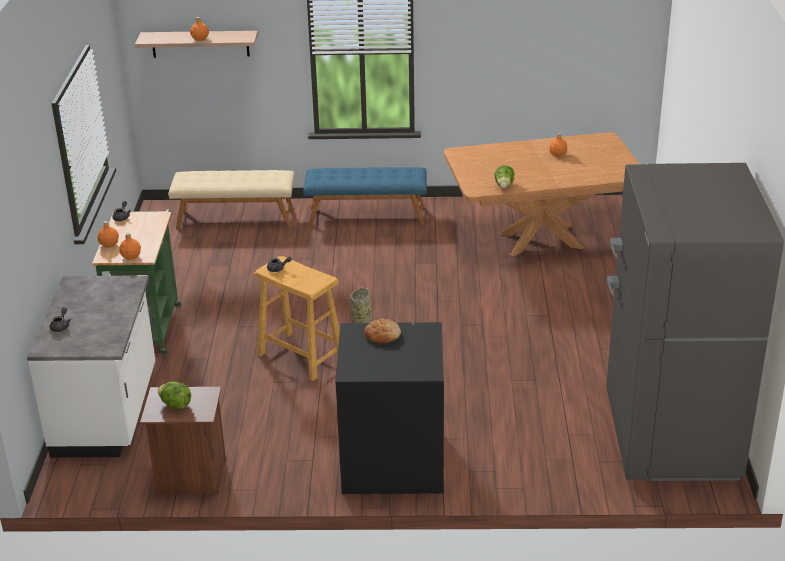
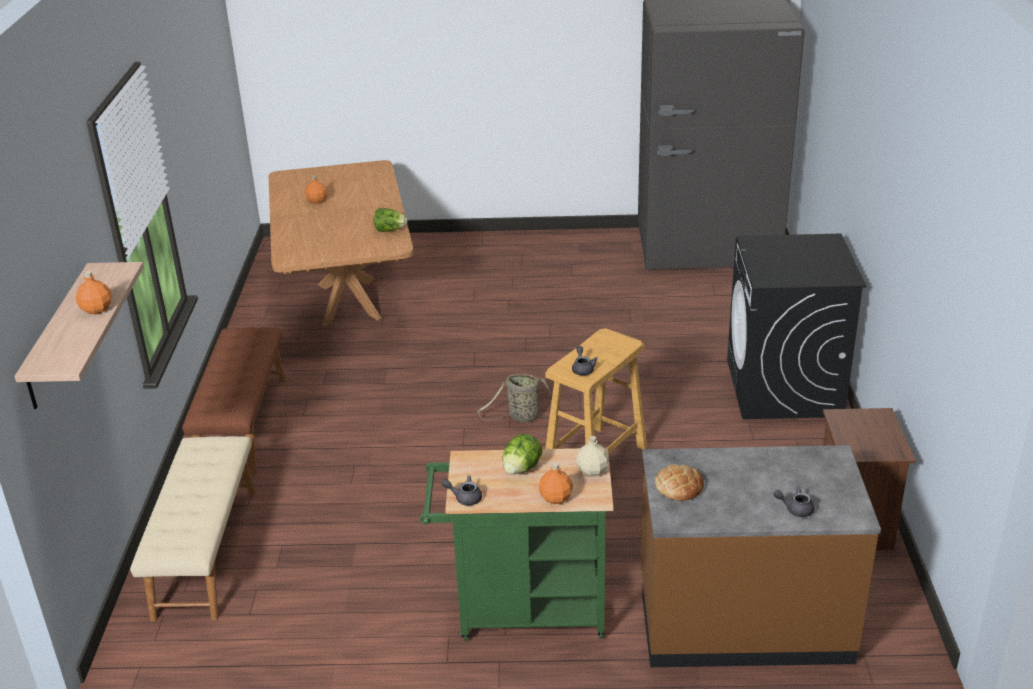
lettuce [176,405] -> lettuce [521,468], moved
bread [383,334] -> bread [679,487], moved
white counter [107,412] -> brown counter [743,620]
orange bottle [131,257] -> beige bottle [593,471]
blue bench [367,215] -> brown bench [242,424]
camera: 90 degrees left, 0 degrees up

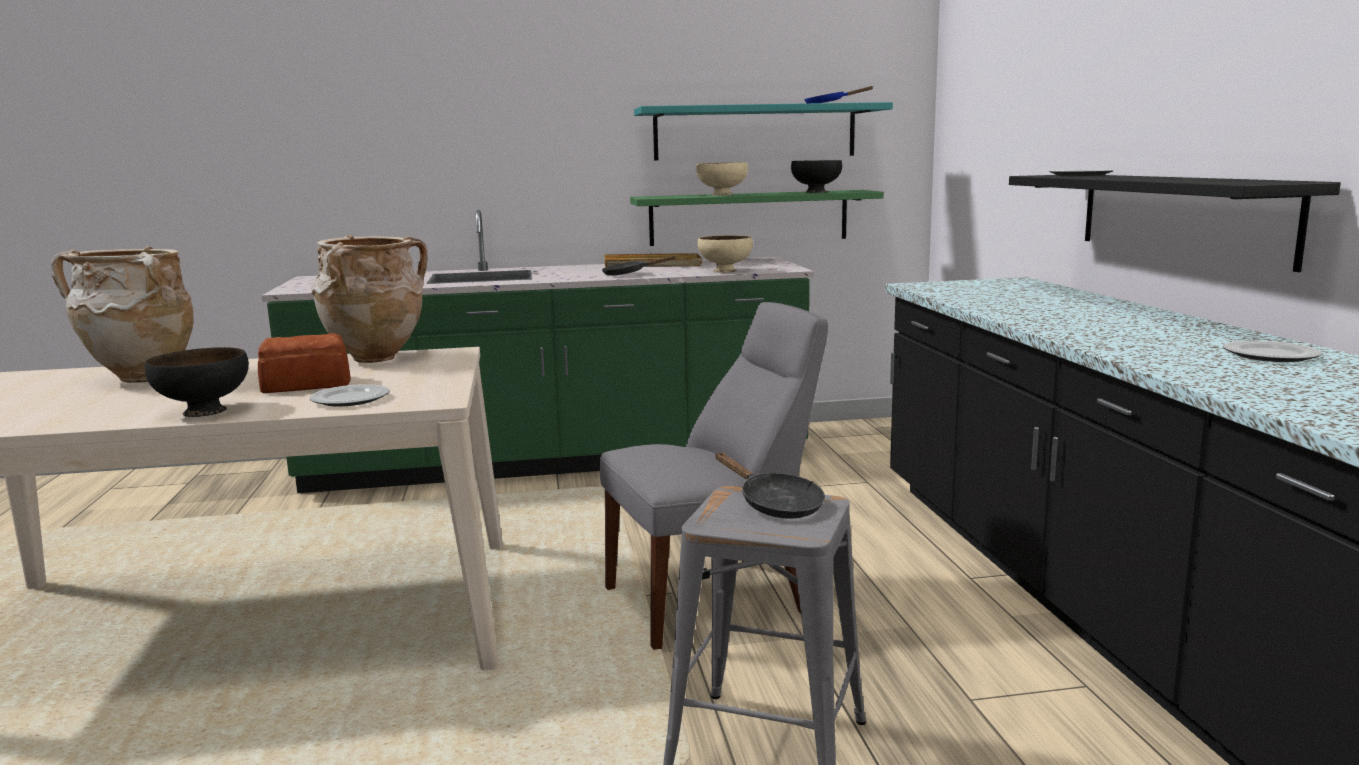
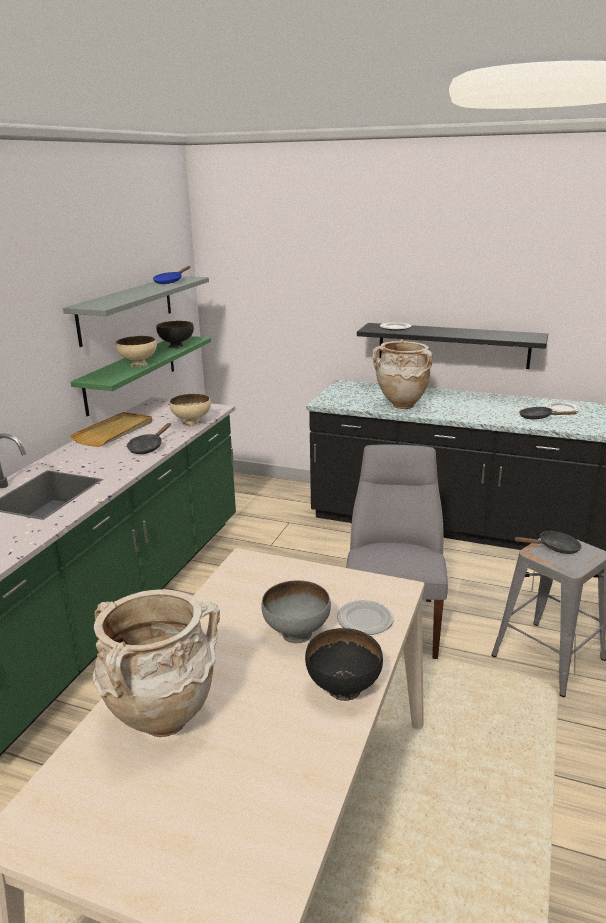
none -> black frying pan [539,418]
beige vase [375,358] -> beige vase [401,406], moved
bread [308,385] -> grey bowl [297,633]
turquoise shelf [755,132] -> grey shelf [126,309]
camera: 60 degrees left, 10 degrees up

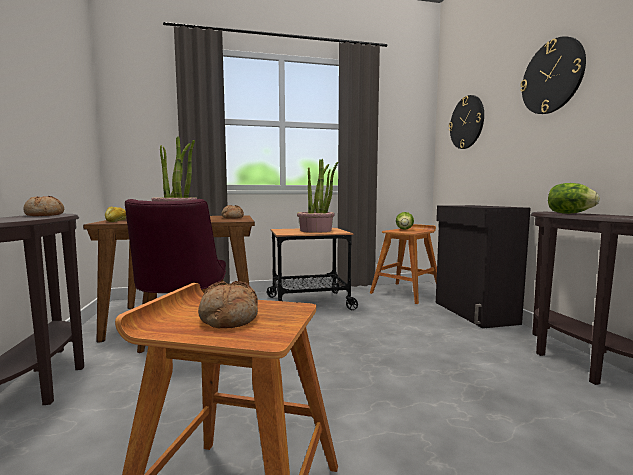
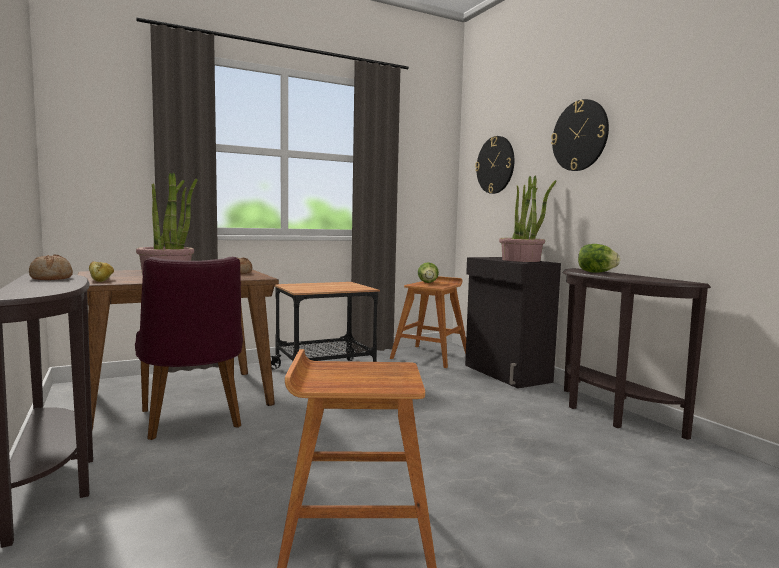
bread [227,318] -> none
potted plant [316,230] -> potted plant [521,260], moved
camera: 15 degrees left, 0 degrees up

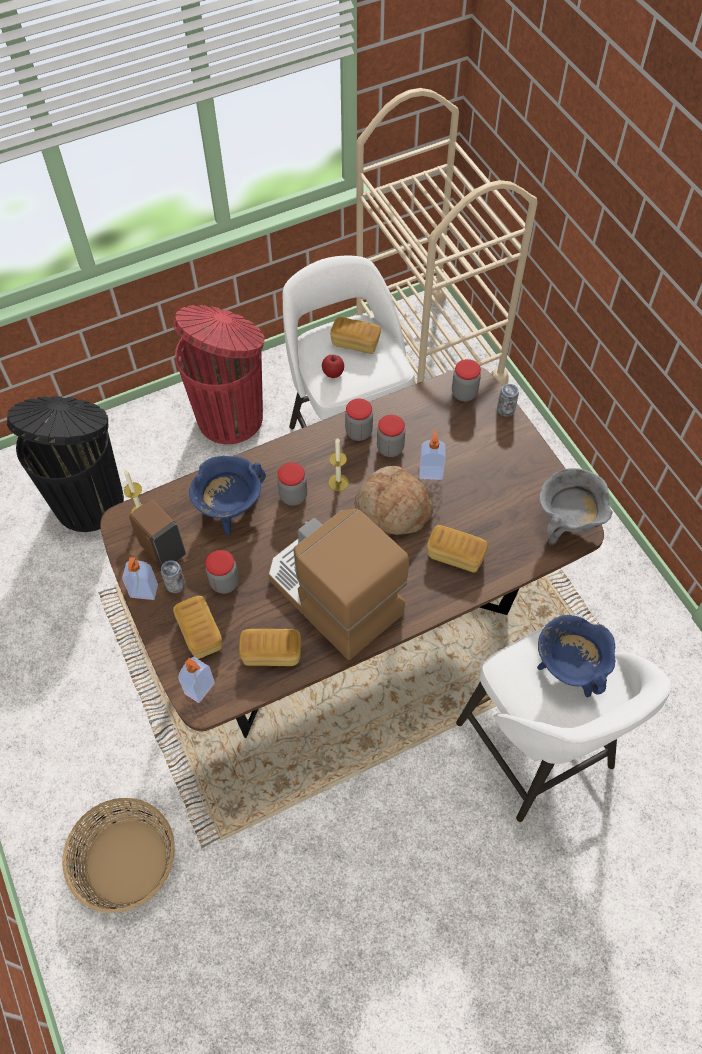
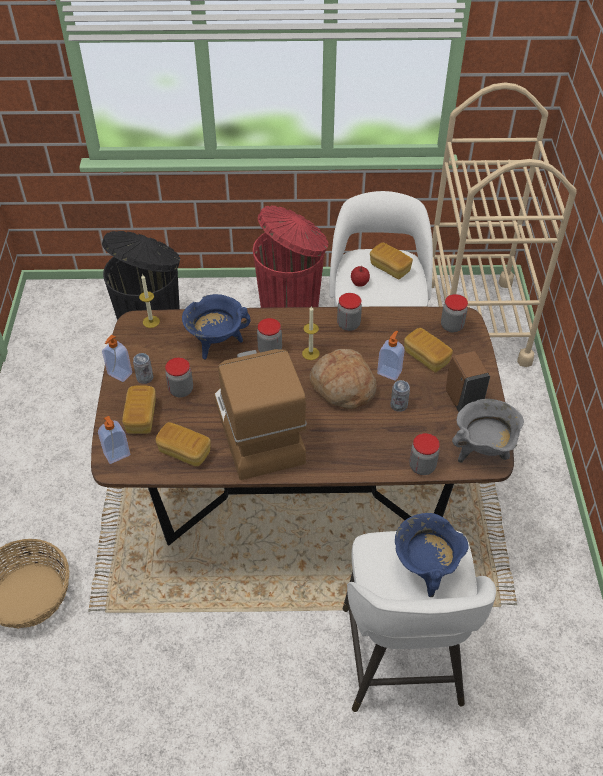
brown soap dispenser [162,549] -> brown soap dispenser [462,400], moved
jar [390,448] -> jar [422,466], moved
bread [455,555] -> bread [426,357], moved
can [505,410] -> can [398,405], moved
camera: 25 degrees right, 10 degrees down

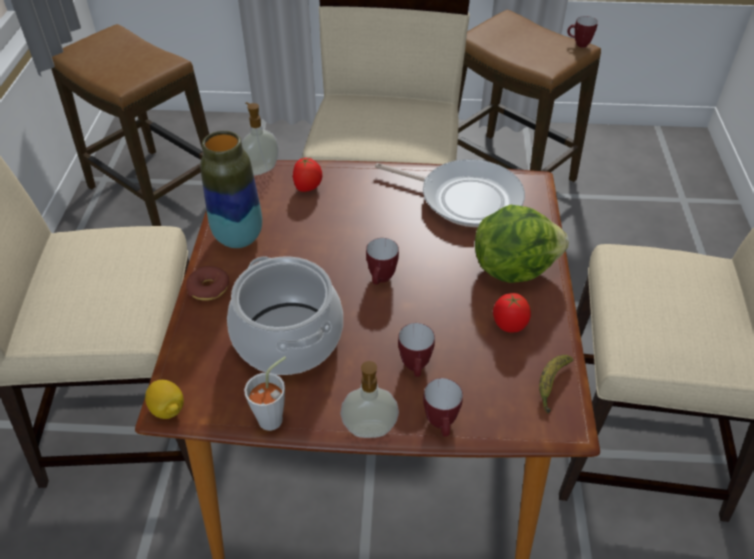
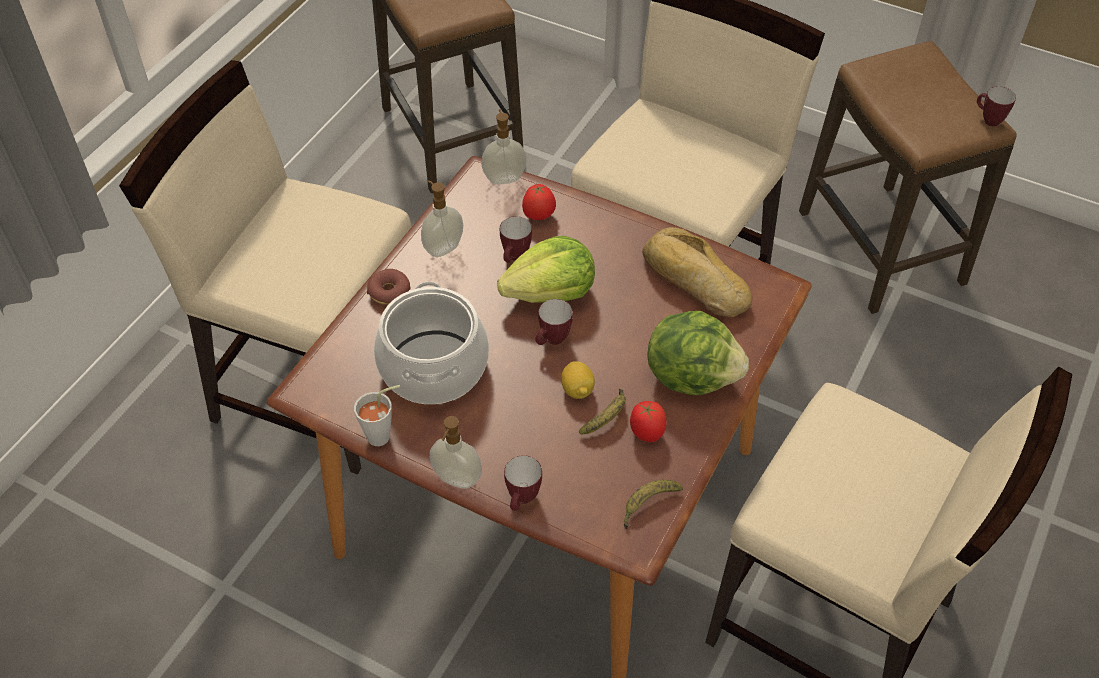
none -> lettuce [551,293]
none -> banana [607,417]
lemon [167,409] -> lemon [577,390], moved
mug [416,368] -> mug [515,258], moved
vase [238,237] -> soap dispenser [443,248]
frying pan [465,198] -> bread [693,282]
camera: 25 degrees right, 5 degrees up

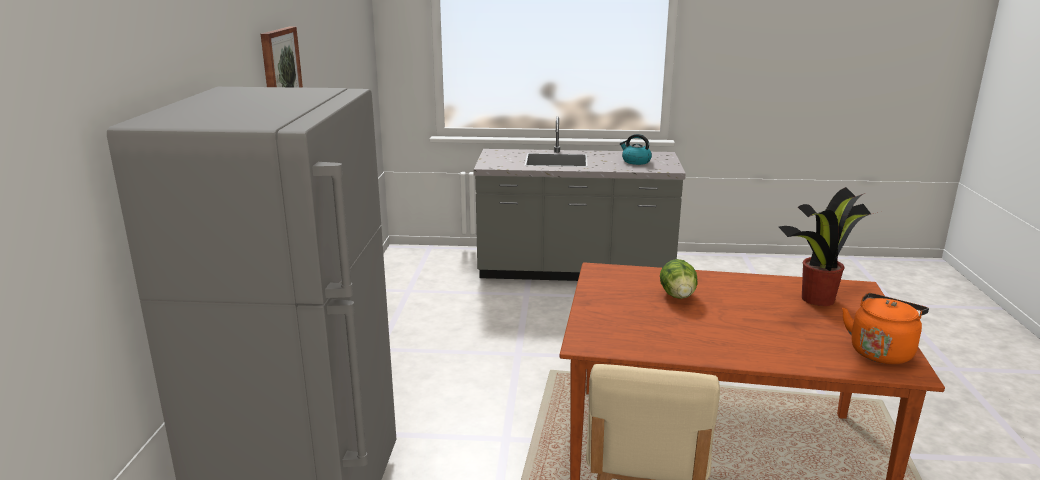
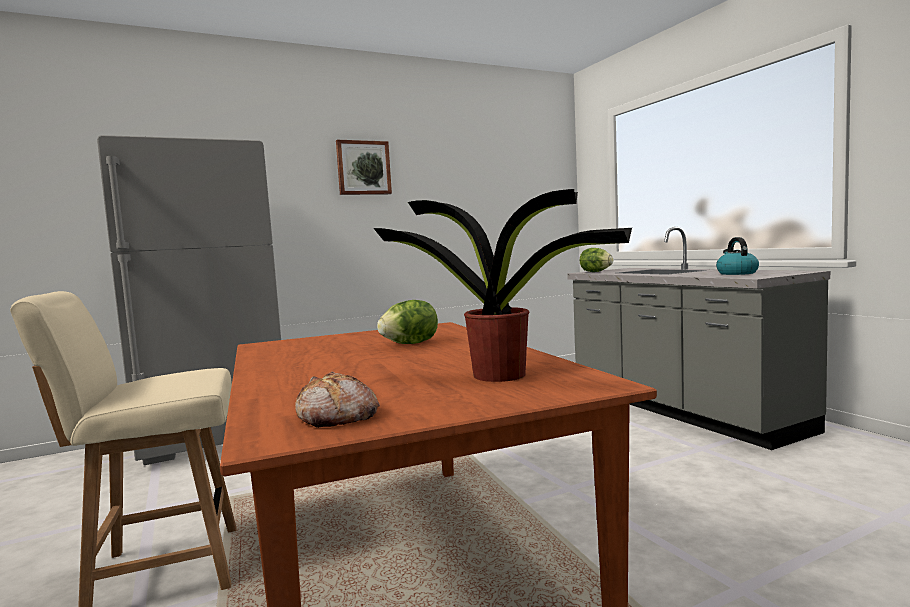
none -> lettuce [595,272]
orange kettle [881,351] -> bread [338,417]
camera: 60 degrees right, 15 degrees down

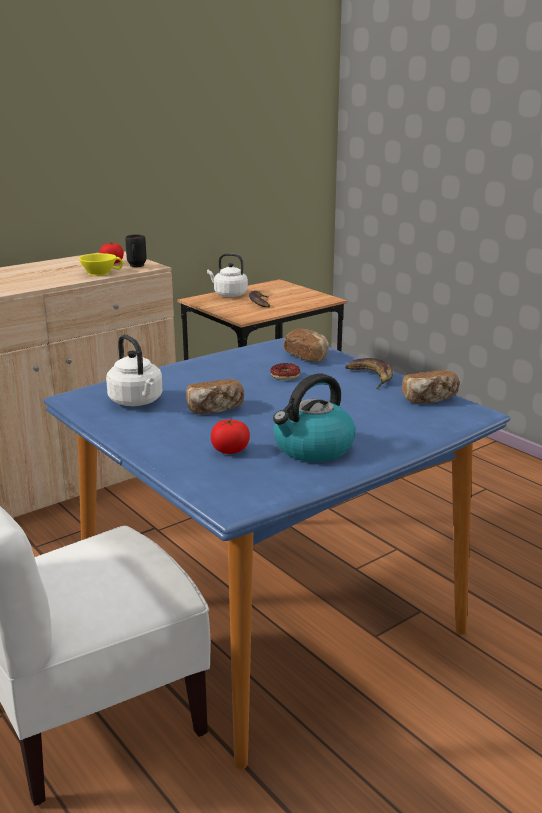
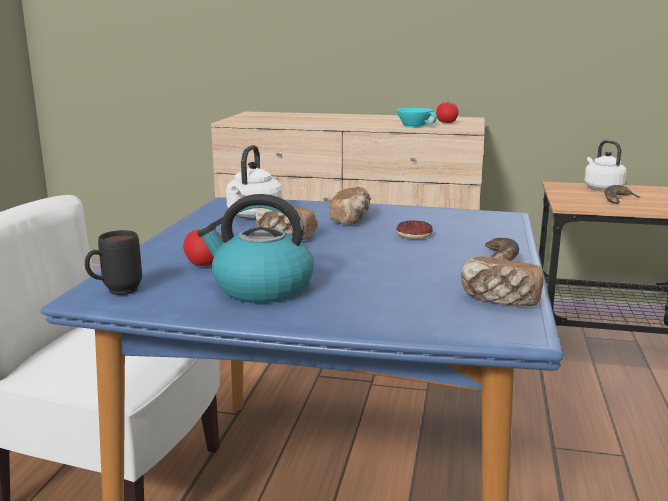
black mug [136,266] -> black mug [115,292], moved
bread [307,356] -> bread [351,219], moved
yellow cup [100,272] -> turquoise cup [415,125]
camera: 50 degrees right, 5 degrees down

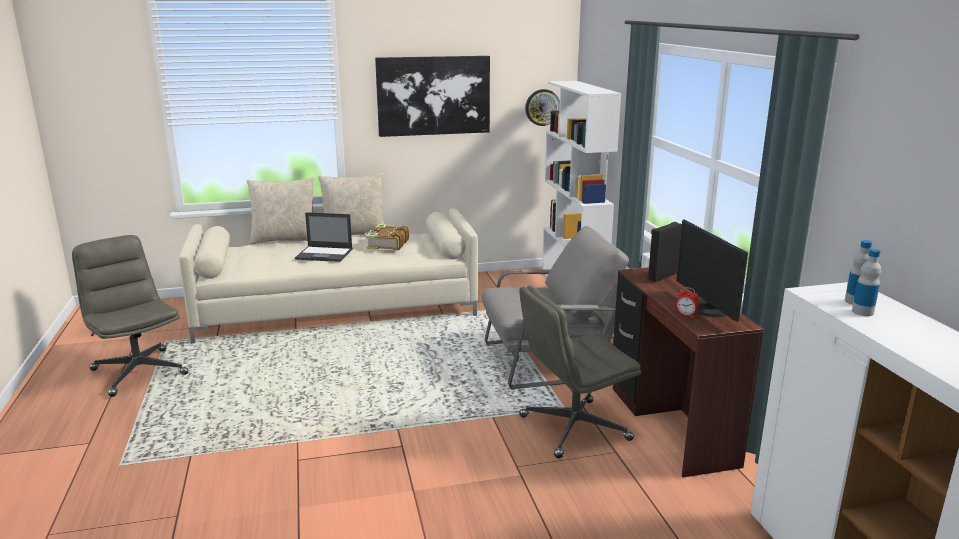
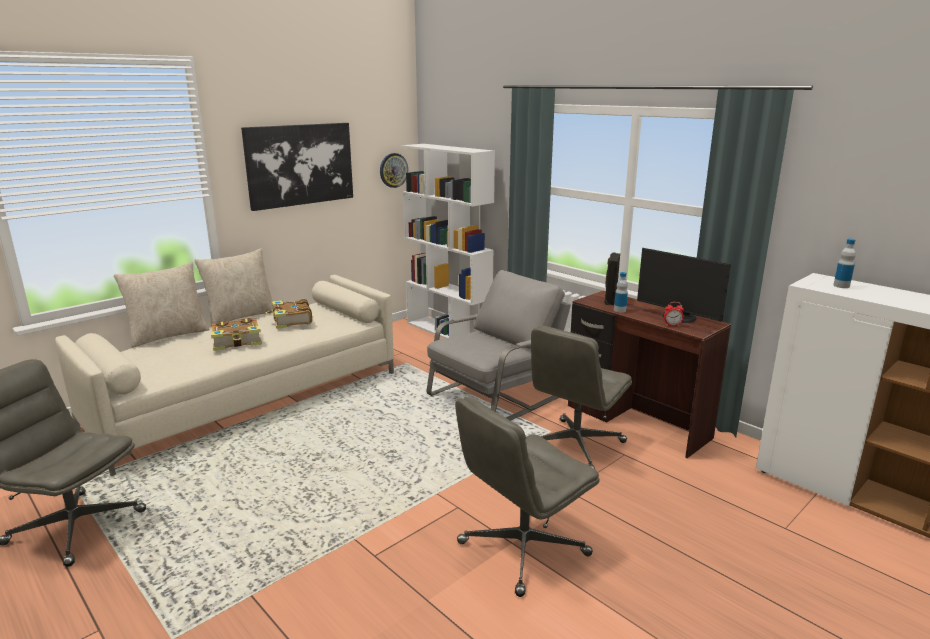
none -> grey office chair [522,550]
bottle [862,312] -> bottle [620,310], moved
laptop [325,254] -> book [237,342]
camera: 30 degrees left, 0 degrees up

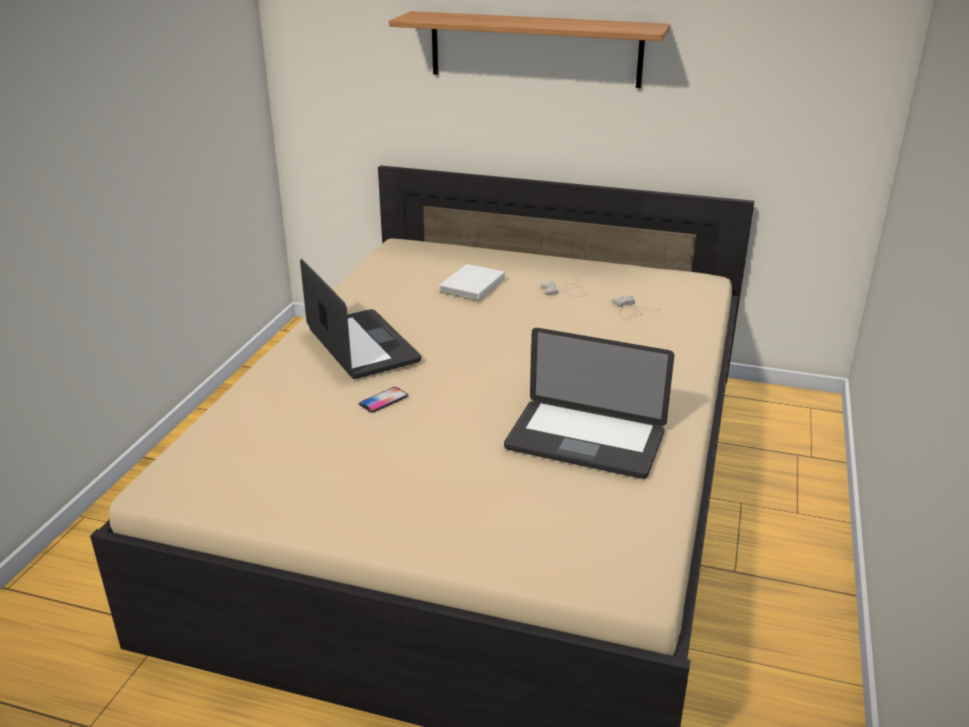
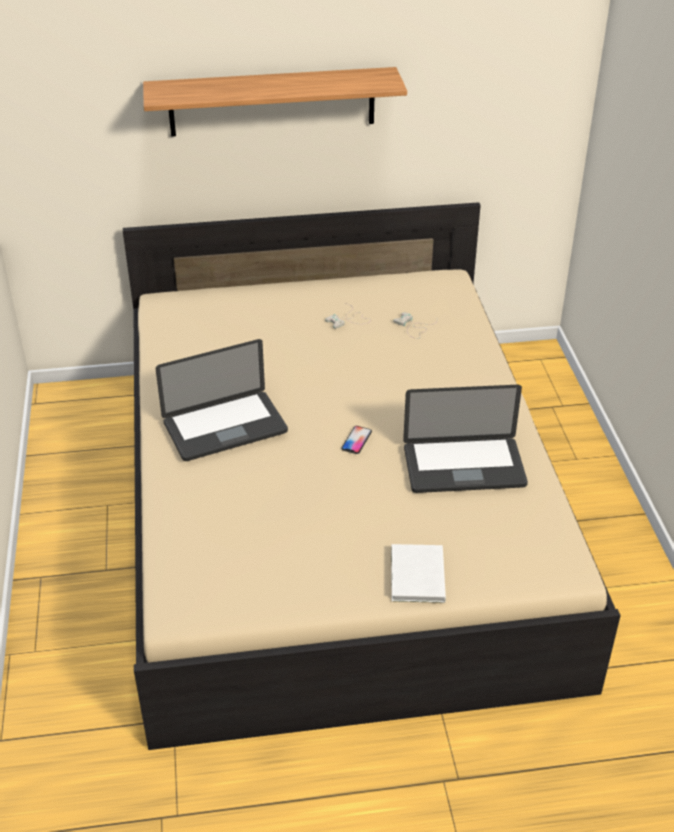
phone [383,400] -> phone [356,440], moved
white book [470,285] -> white book [416,577], moved
laptop [362,346] -> laptop [225,427], 120 degrees clockwise
camera: 25 degrees left, 10 degrees up

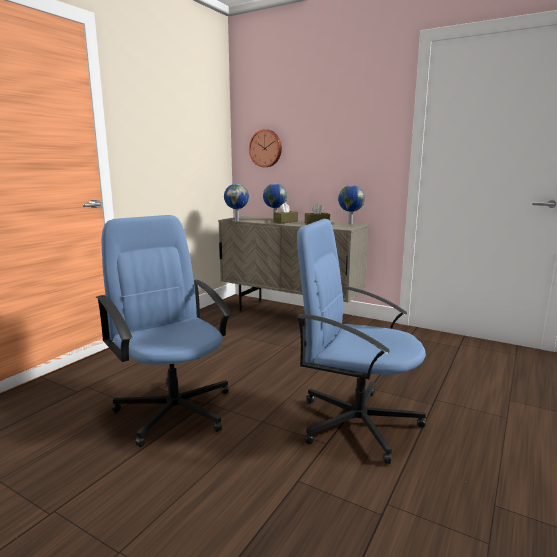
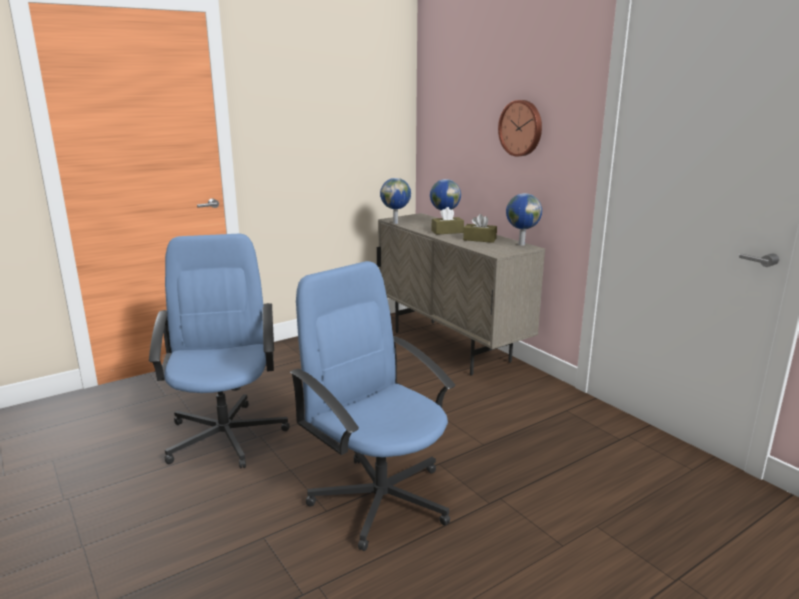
wall clock [266,148] -> wall clock [521,128], moved
camera: 25 degrees right, 5 degrees up

